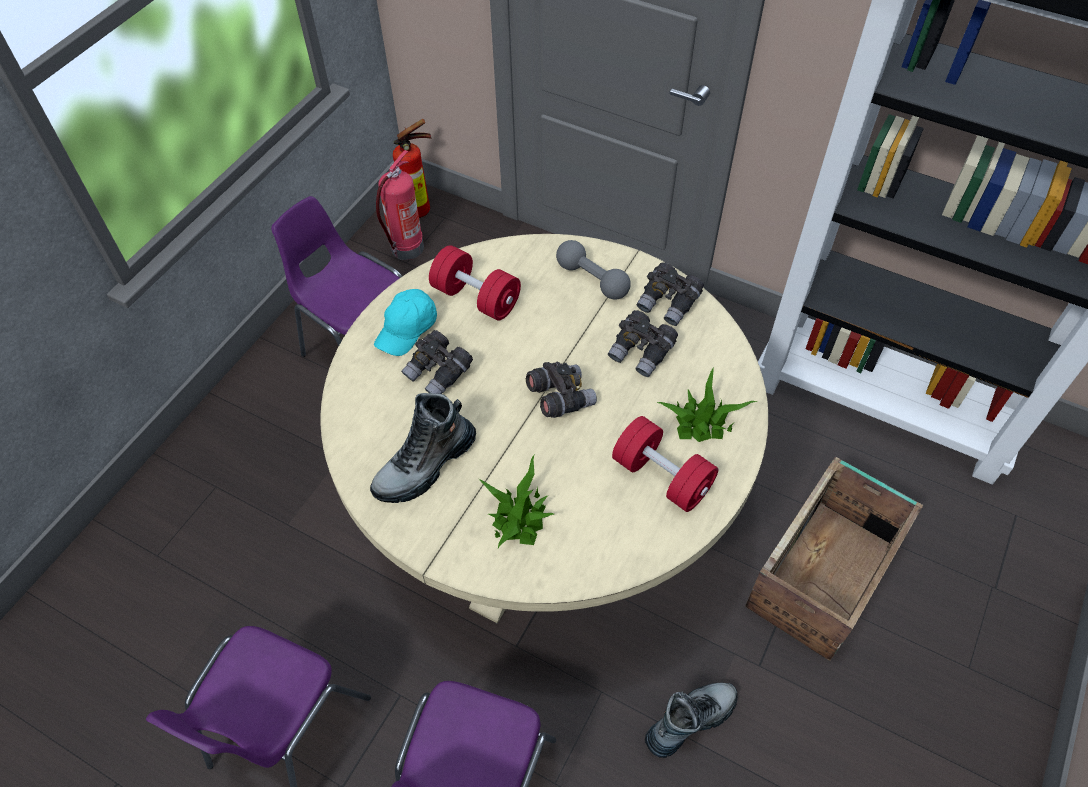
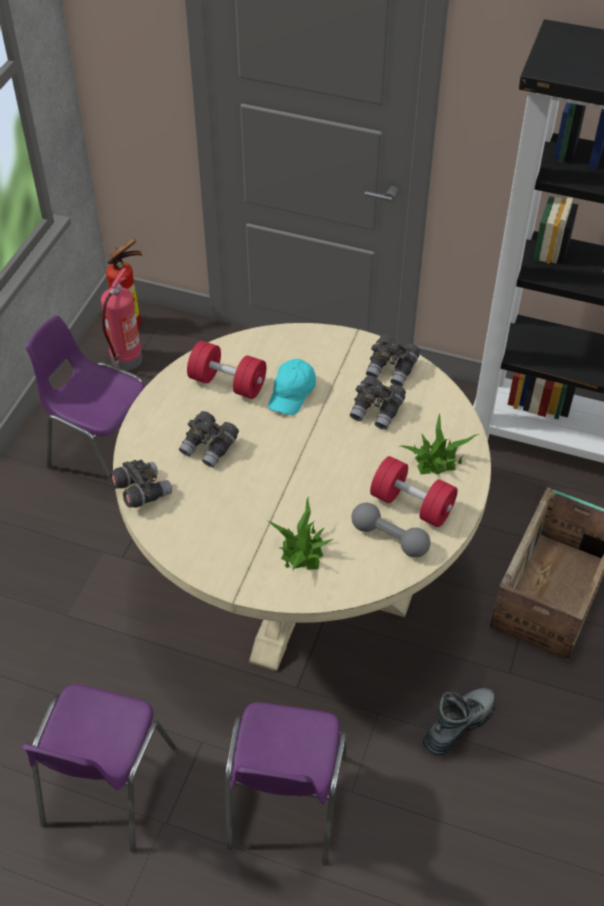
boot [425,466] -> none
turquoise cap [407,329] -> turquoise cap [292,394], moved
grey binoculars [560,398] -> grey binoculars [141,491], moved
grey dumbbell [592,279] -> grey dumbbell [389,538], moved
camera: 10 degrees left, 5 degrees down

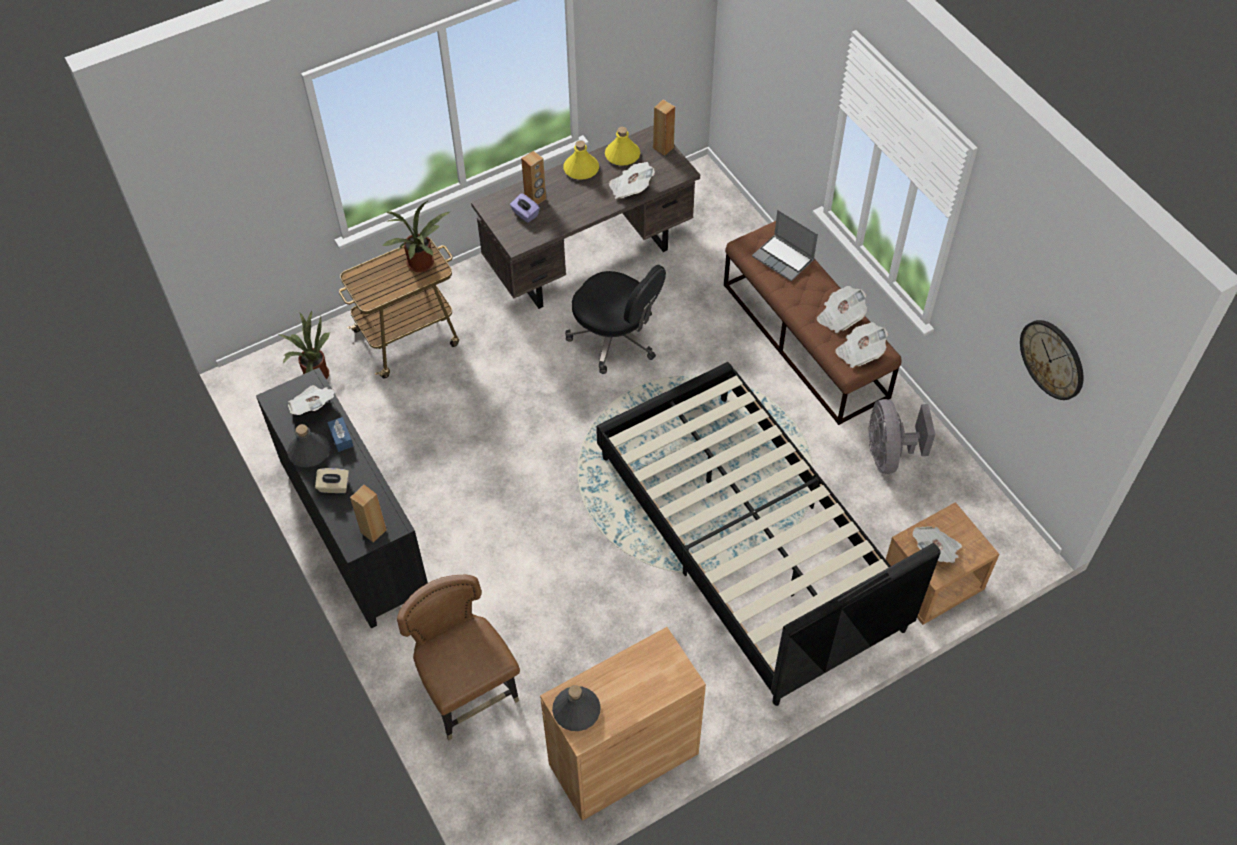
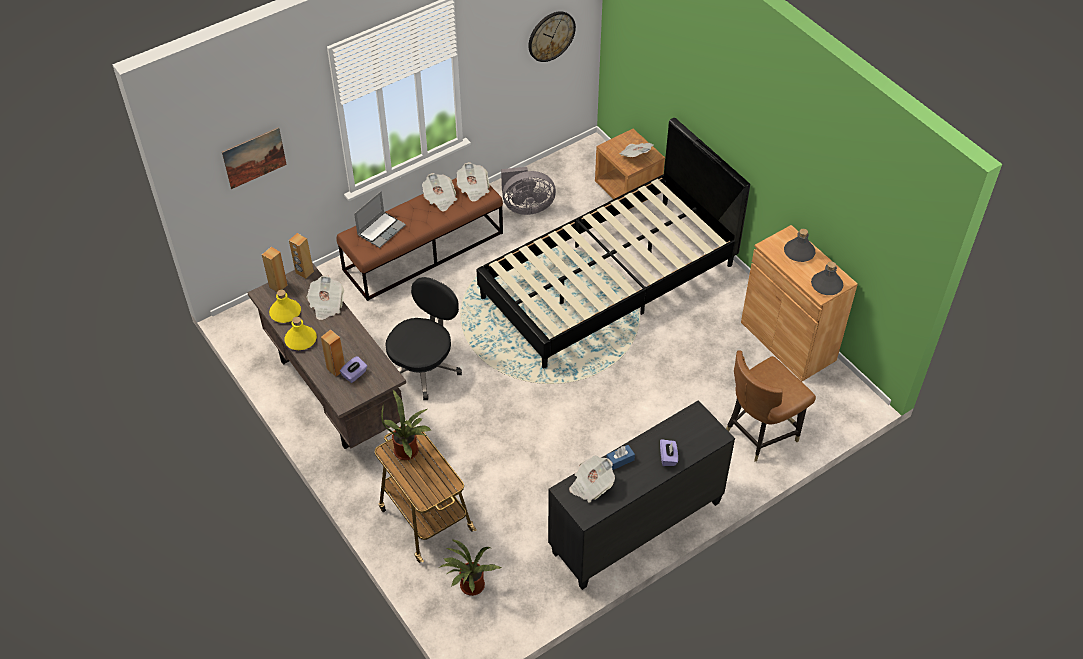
none -> picture [254,157]
grey bottle [309,452] -> grey bottle [799,252], moved
brown speaker [373,531] -> brown speaker [304,272], moved
beige tissue box [334,487] -> purple tissue box [668,457]
camera: 95 degrees left, 5 degrees down

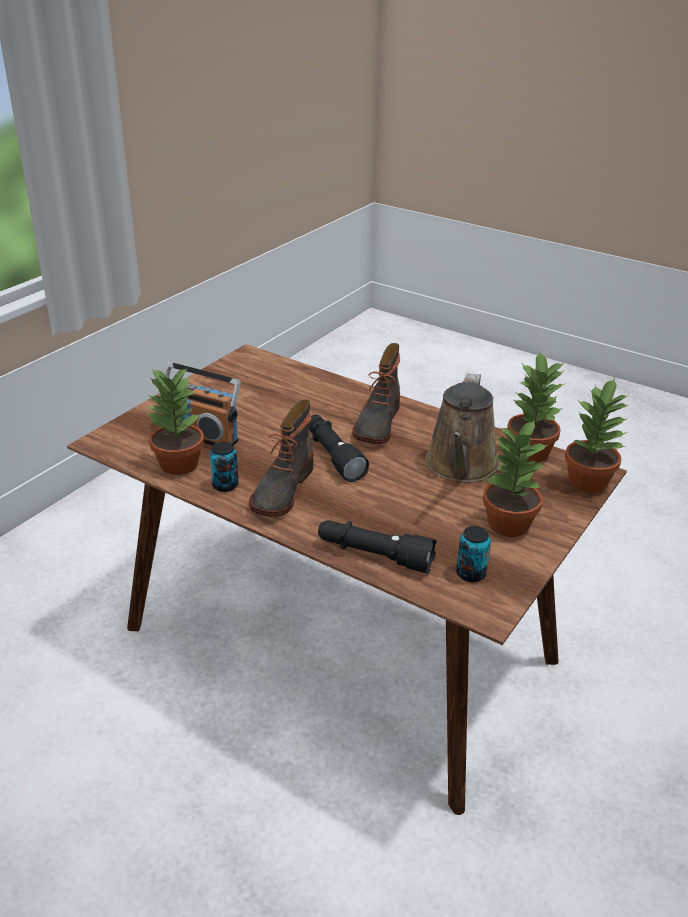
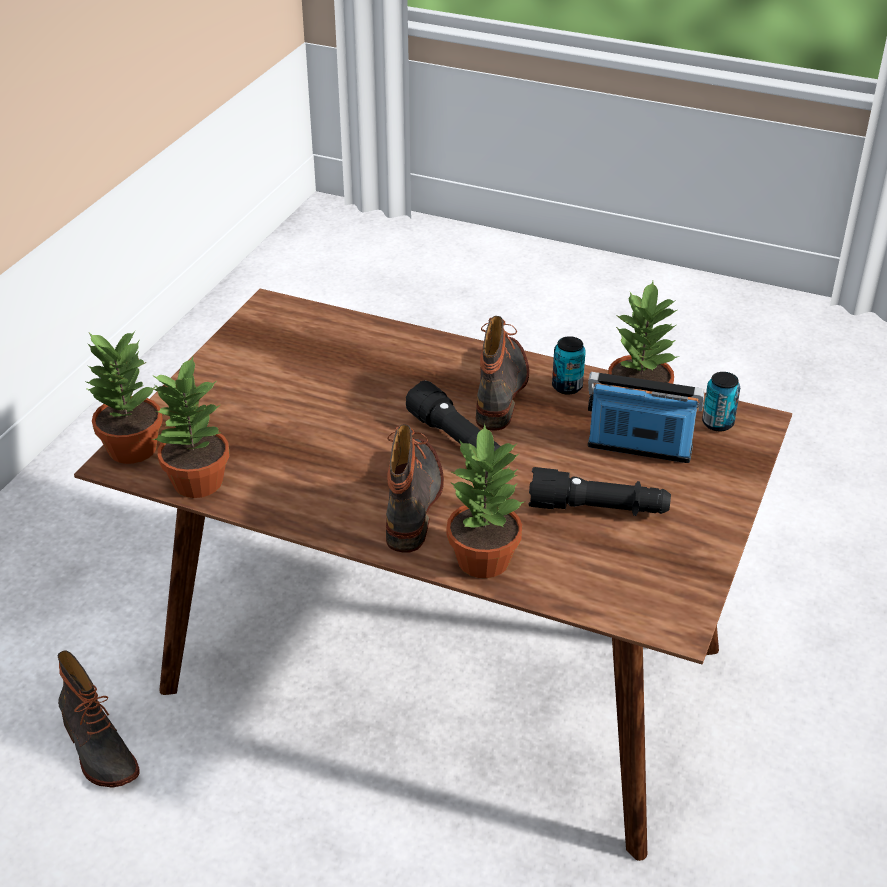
brown watering can [461,467] -> none
none -> boot [97,749]
black flashlight [374,555] -> black flashlight [598,509], moved
can [471,574] -> can [717,423], moved
potted plant [507,524] -> potted plant [485,559], moved
camera: 170 degrees right, 5 degrees up

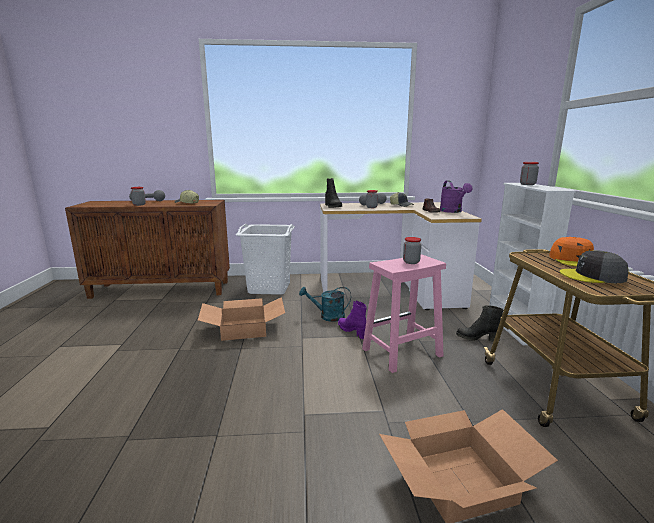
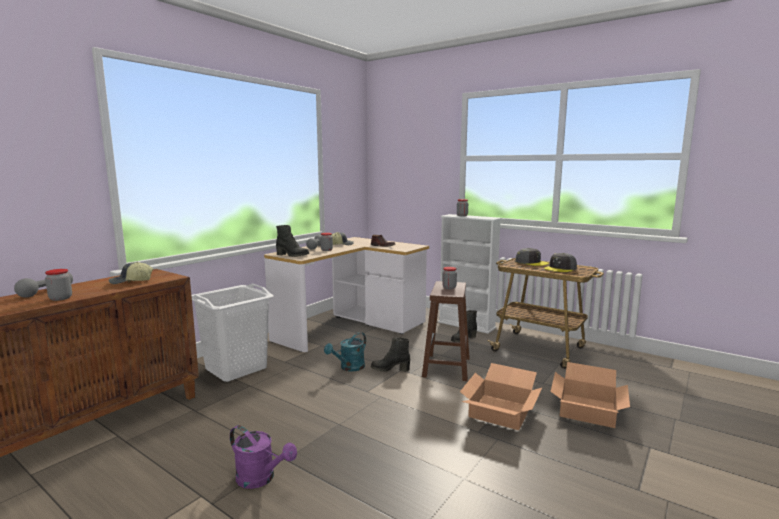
cardboard box [244,328] -> cardboard box [499,410], moved
purple watering can [453,211] -> purple watering can [261,478], moved
purple boot [352,331] -> black boot [390,369]
pink stool [401,353] -> brown stool [446,367]
orange cap [574,260] -> grey cap [531,262]
camera: 50 degrees left, 5 degrees down

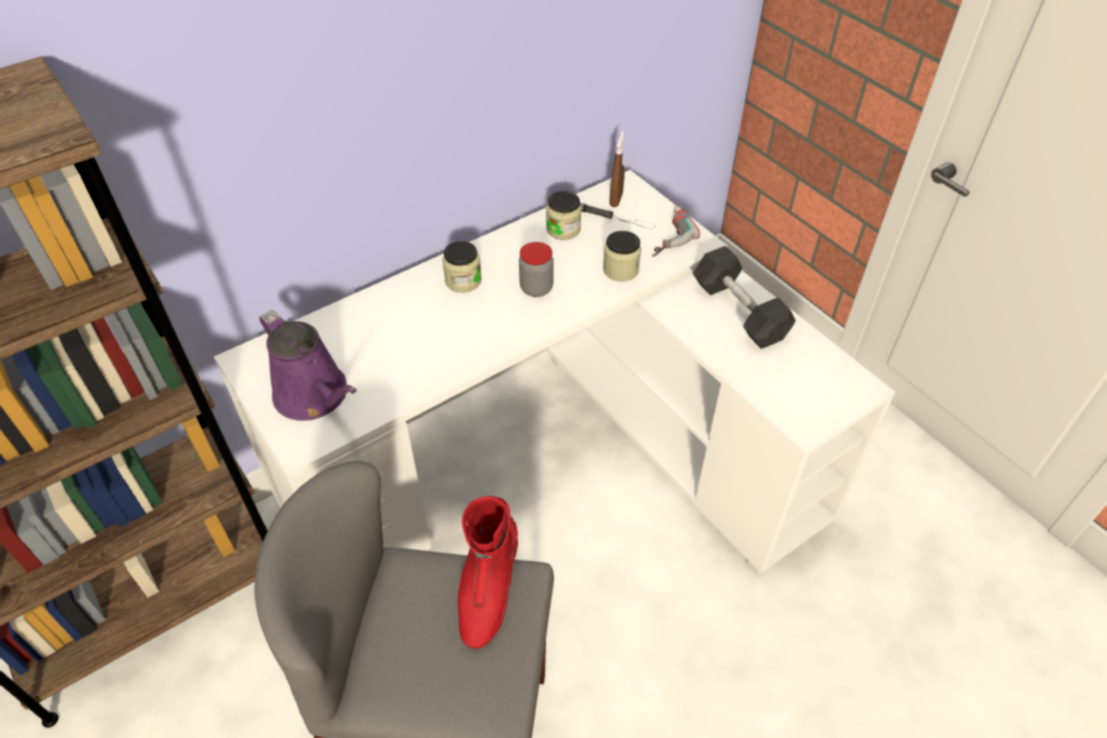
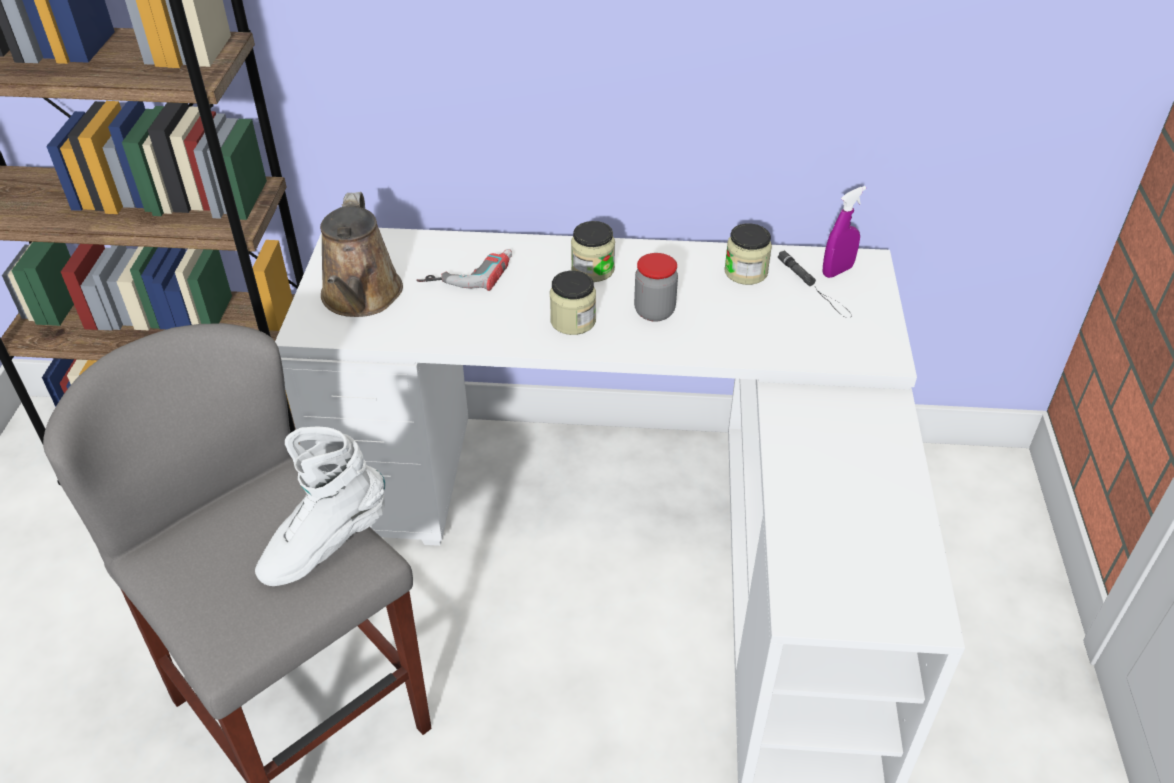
grey dumbbell [739,311] -> none
jar [621,270] -> jar [573,321], moved
power drill [666,235] -> power drill [467,272], moved
purple watering can [315,396] -> brown watering can [361,297]
red boot [487,591] -> white boot [325,545]
brown spray bottle [616,199] -> purple spray bottle [837,271]
camera: 40 degrees right, 5 degrees down

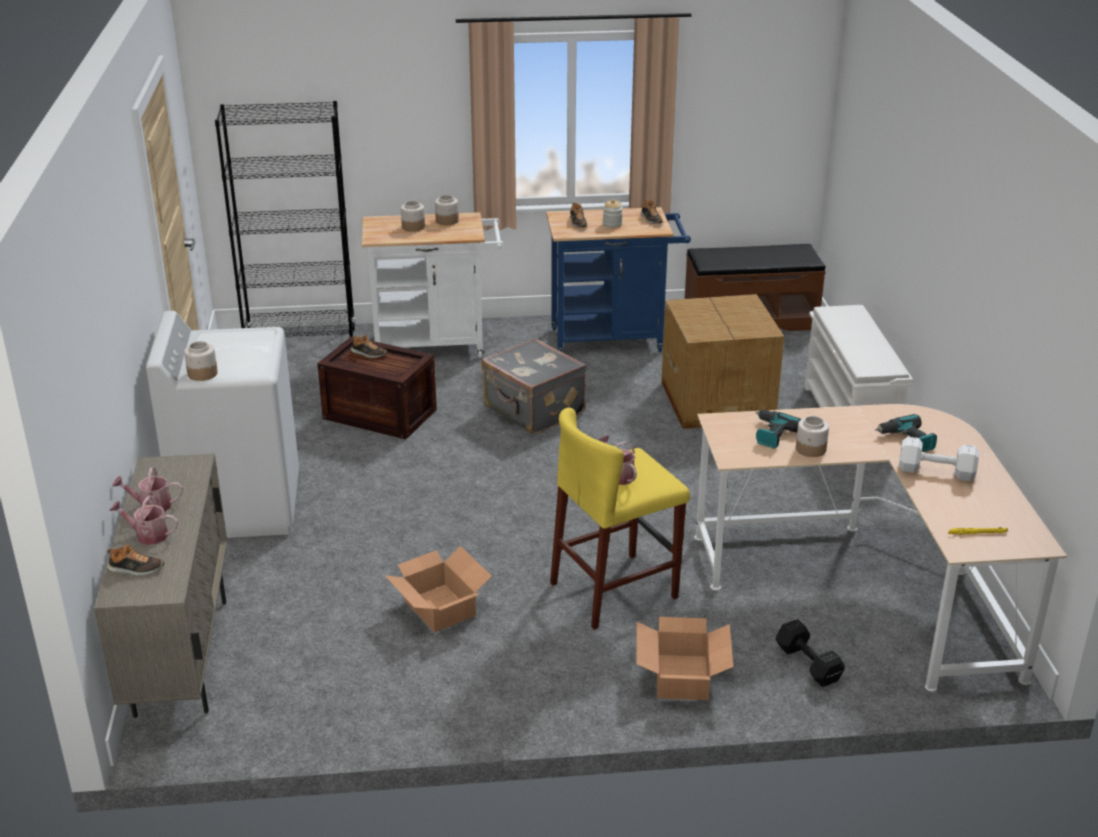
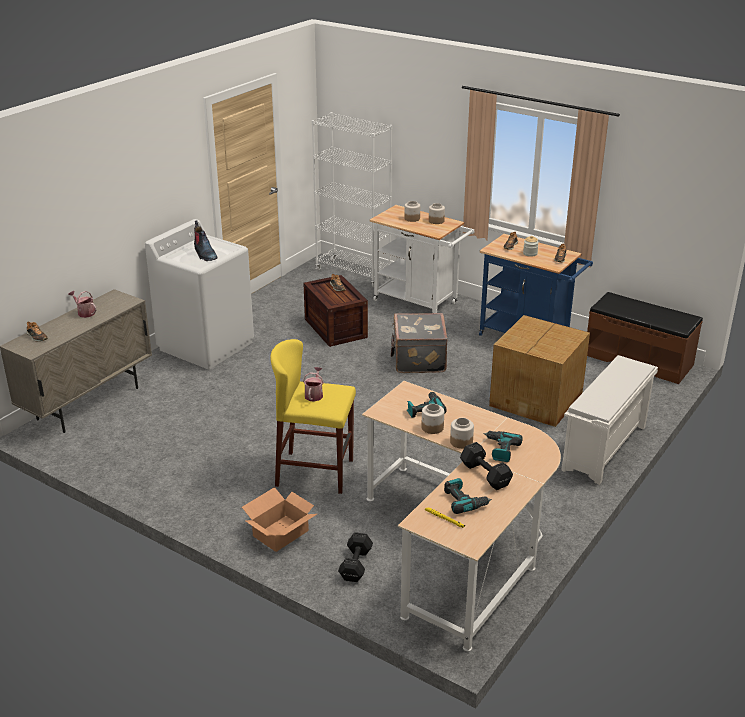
watering can [148,535] -> none
cardboard box [440,607] -> none
none -> boot [204,254]
none -> power drill [464,501]
jar [202,374] -> jar [461,442], moved
black bookcase [301,340] -> white bookcase [353,274]
white dumbbell [934,471] -> black dumbbell [485,474]
camera: 40 degrees right, 0 degrees up

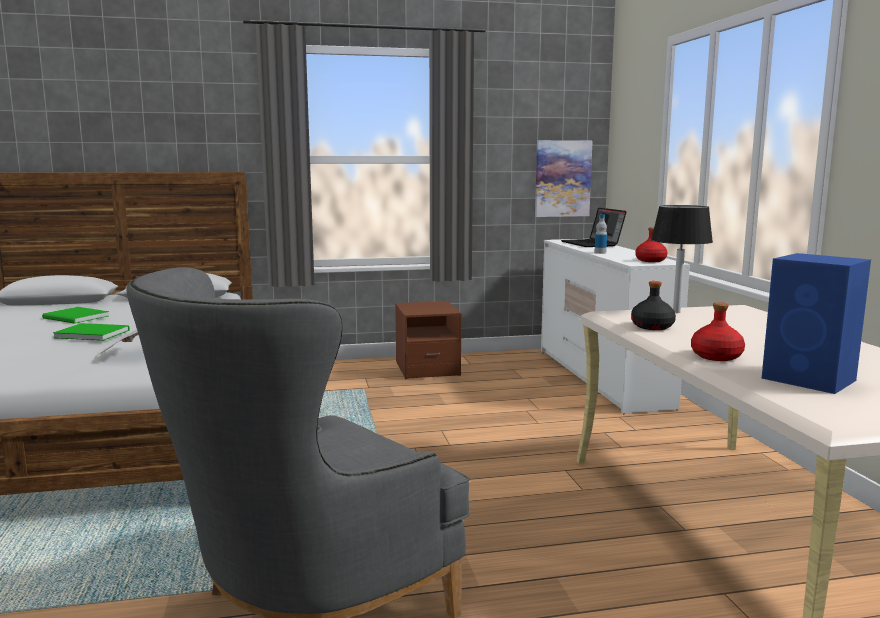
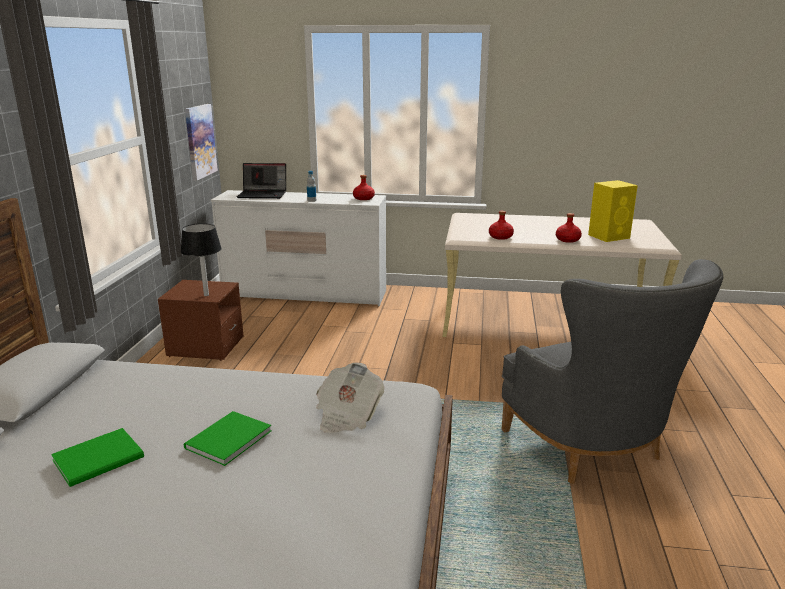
black table lamp [676,312] -> black table lamp [206,295], moved
black bottle [651,327] -> red bottle [500,237]
blue speaker [811,380] -> yellow speaker [609,236]
camera: 70 degrees left, 10 degrees up

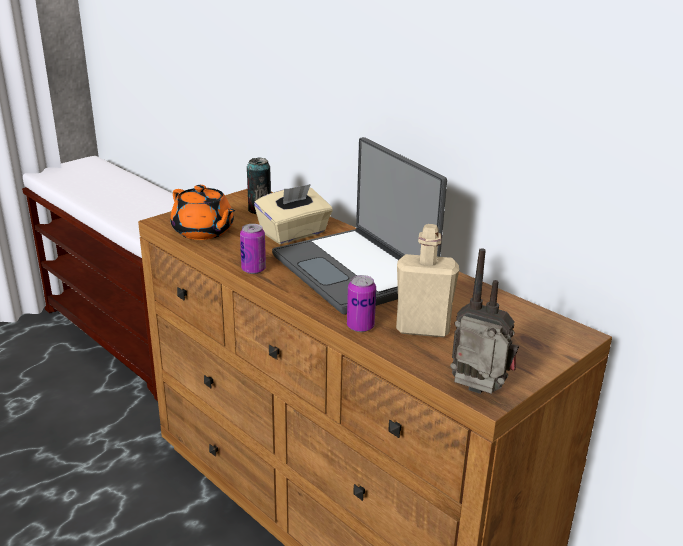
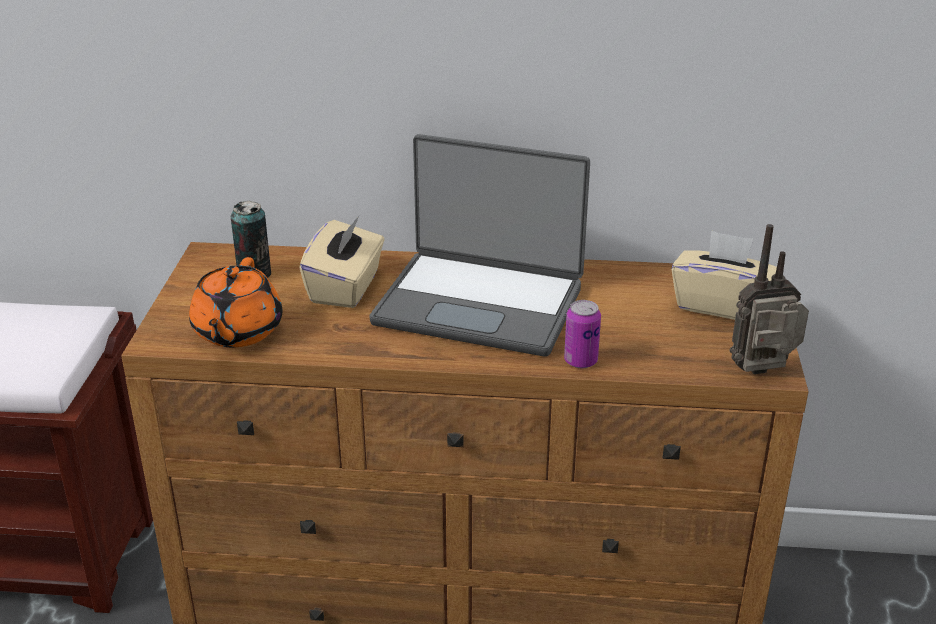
can [253,269] -> none
beige bottle [422,328] -> none
none -> beige tissue box [720,305]
orange teapot [204,232] -> orange teapot [237,332], 90 degrees clockwise
camera: 40 degrees left, 5 degrees up

